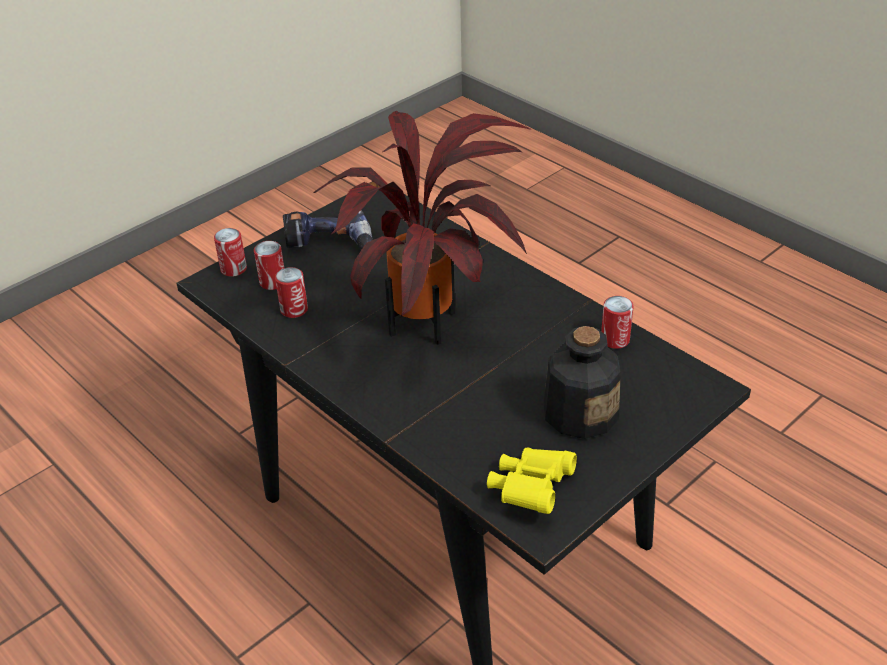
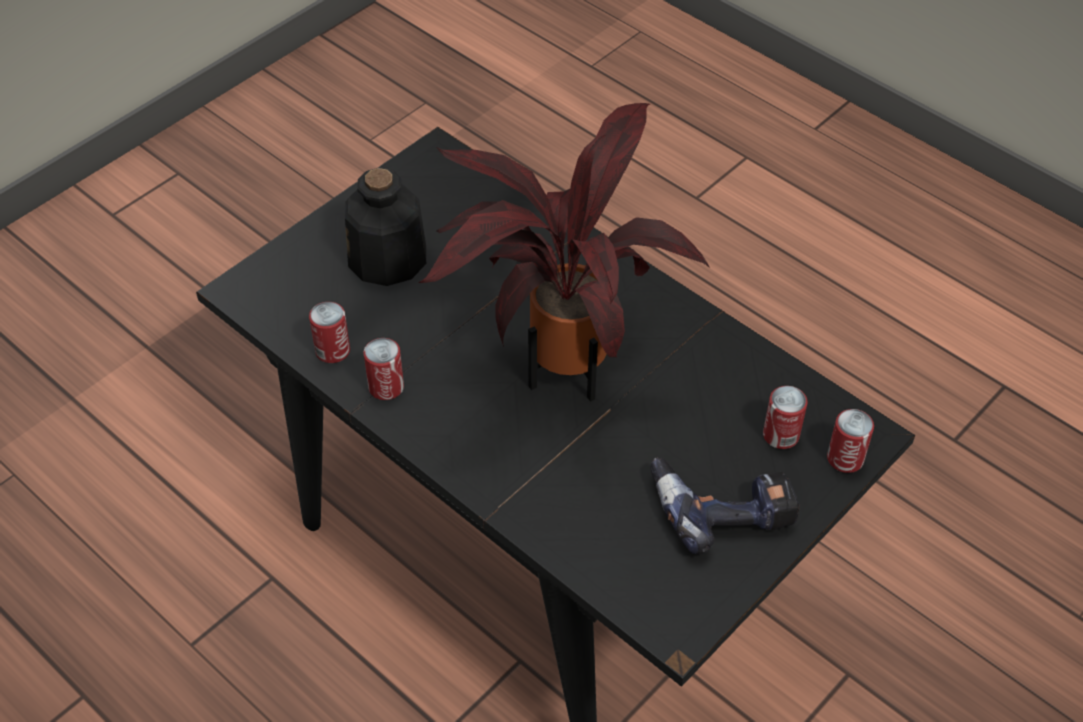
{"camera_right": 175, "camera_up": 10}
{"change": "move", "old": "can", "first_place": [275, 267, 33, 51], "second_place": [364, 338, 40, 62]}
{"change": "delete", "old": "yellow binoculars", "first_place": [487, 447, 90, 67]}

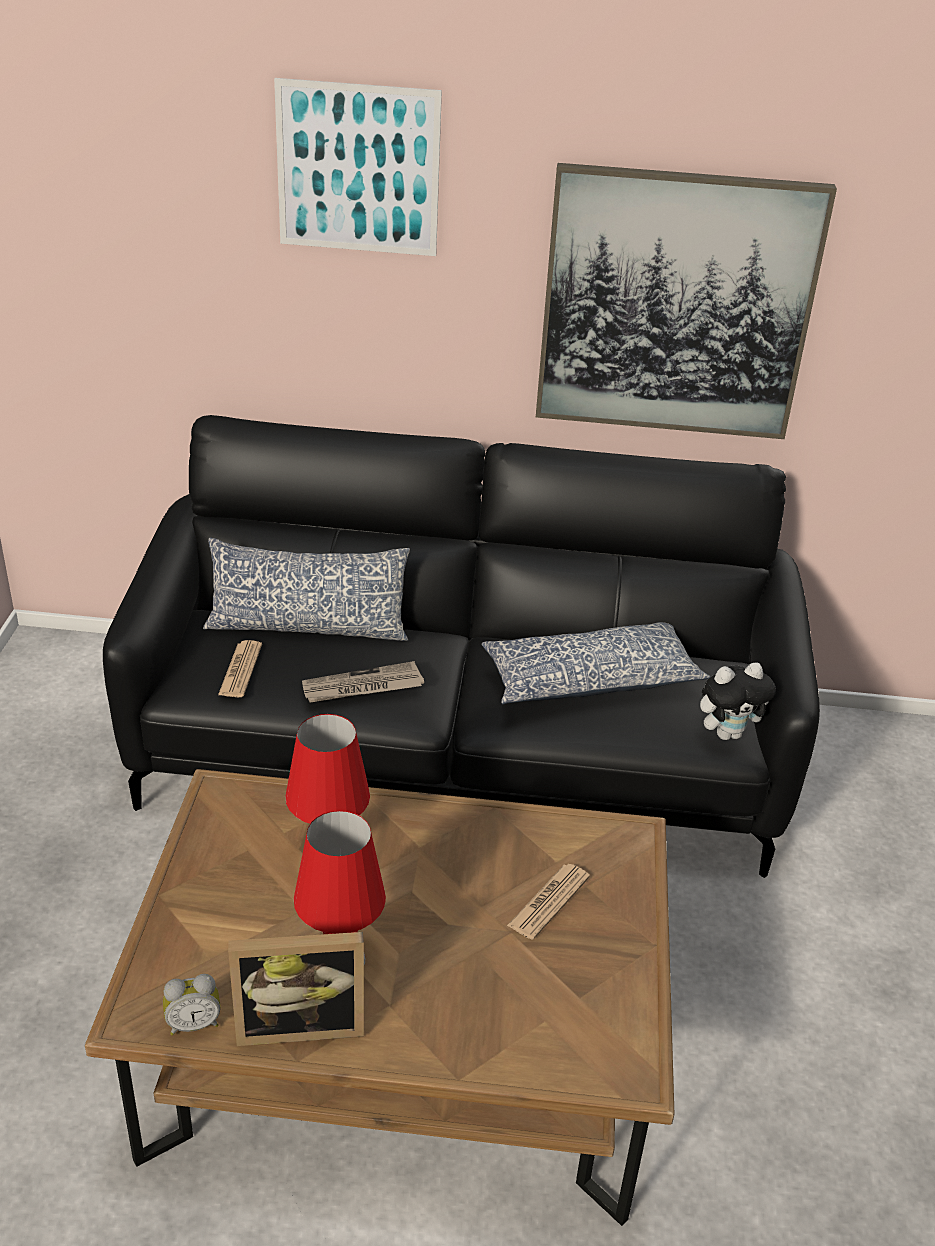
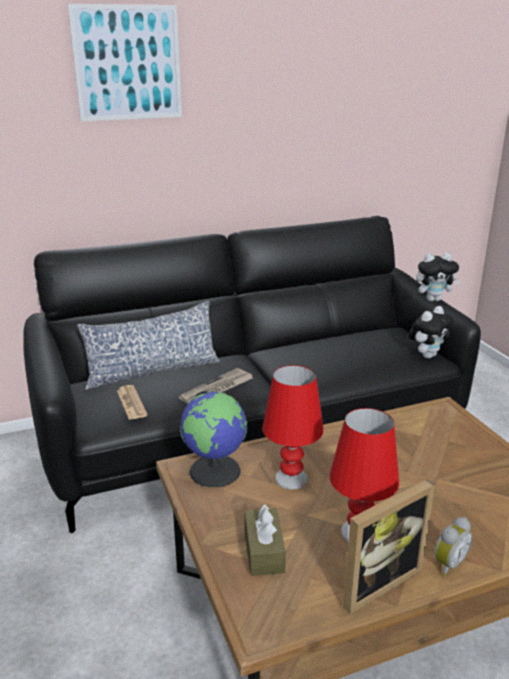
{"camera_right": -25, "camera_up": -10}
{"change": "move", "old": "alarm clock", "first_place": [163, 974, 57, 61], "second_place": [434, 517, 39, 59]}
{"change": "delete", "old": "pillow", "first_place": [482, 622, 228, 83]}
{"change": "delete", "old": "newspaper", "first_place": [507, 864, 83, 76]}
{"change": "delete", "old": "picture", "first_place": [536, 163, 301, 276]}
{"change": "insert", "new": "globe", "second_place": [180, 391, 67, 96]}
{"change": "insert", "new": "brown tissue box", "second_place": [244, 504, 42, 72]}
{"change": "insert", "new": "plush toy", "second_place": [416, 253, 44, 48]}

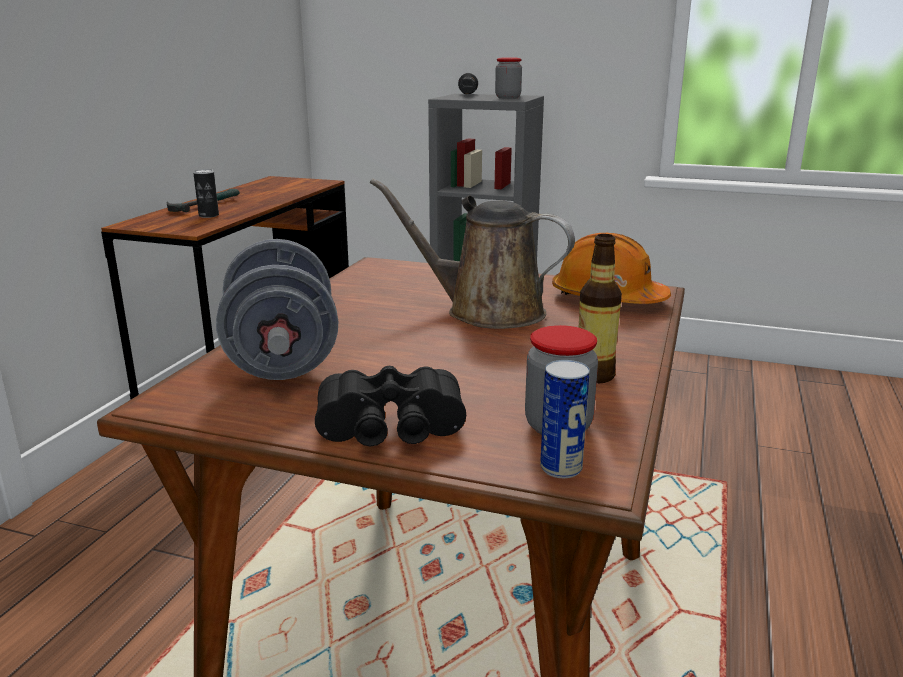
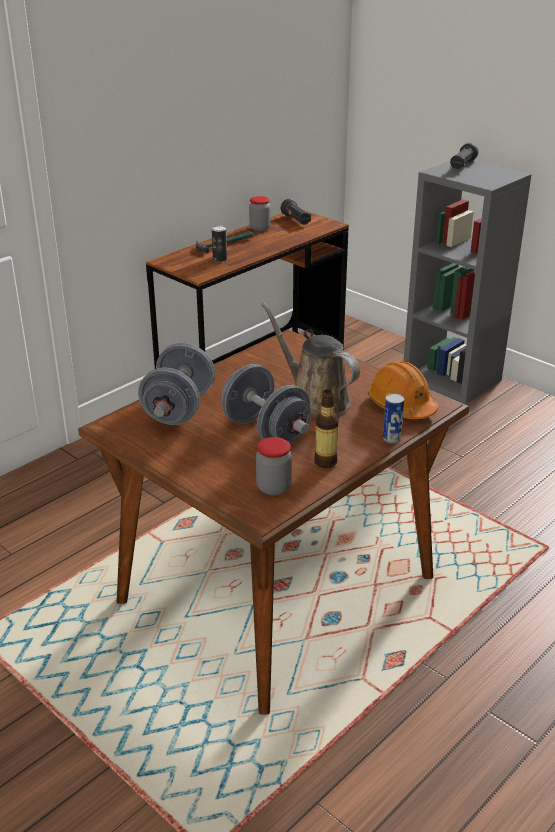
{"camera_right": 25, "camera_up": 10}
{"change": "delete", "old": "black binoculars", "first_place": [315, 366, 151, 81]}
{"change": "move", "old": "jar", "first_place": [495, 57, 27, 42], "second_place": [249, 196, 22, 35]}
{"change": "move", "old": "can", "first_place": [540, 360, 50, 118], "second_place": [383, 394, 21, 49]}
{"change": "insert", "new": "grey dumbbell", "second_place": [222, 364, 89, 79]}
{"change": "insert", "new": "black flashlight", "second_place": [281, 199, 30, 26]}

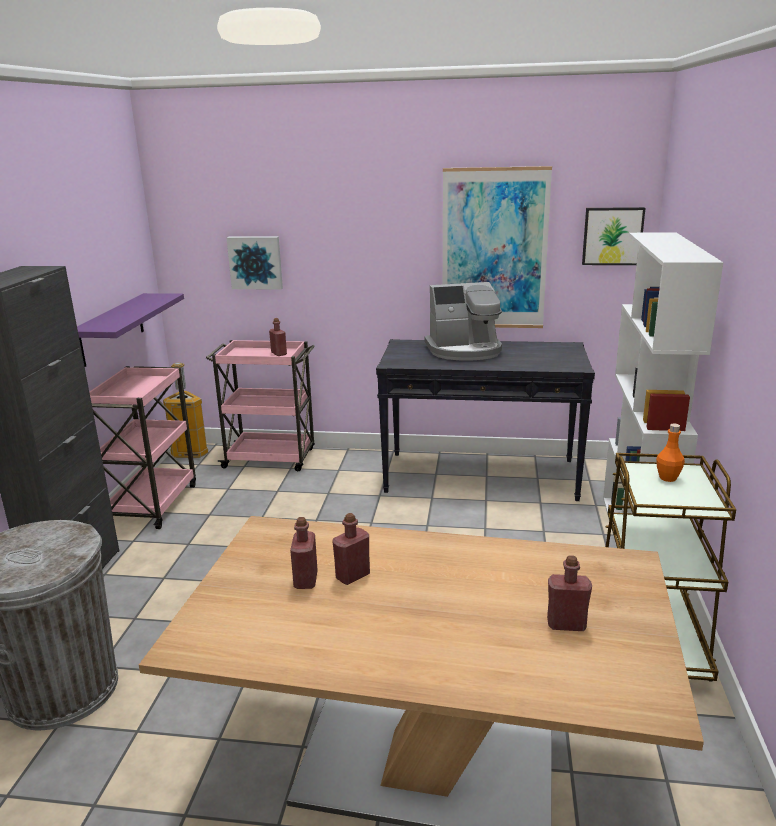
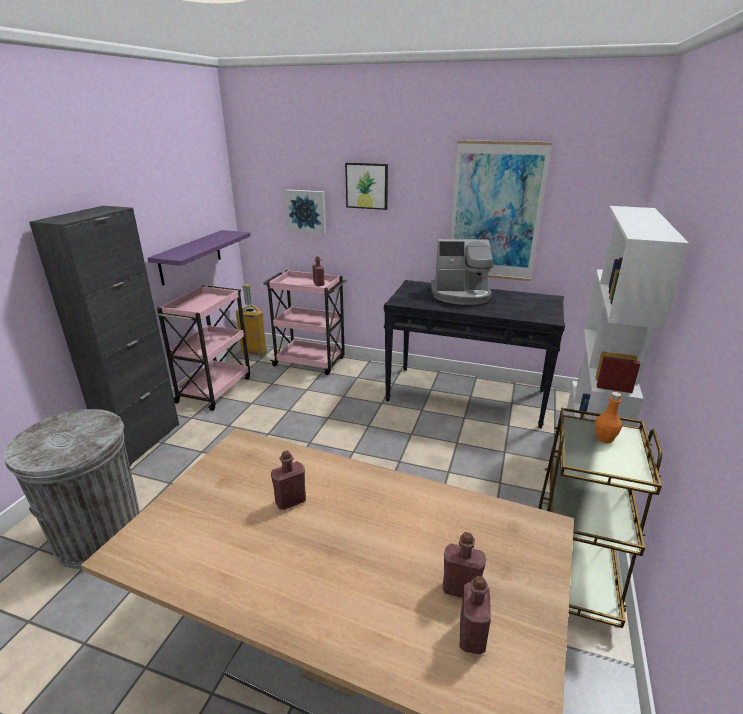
{"camera_right": 10, "camera_up": 5}
{"change": "move", "old": "red bottle", "first_place": [290, 517, 28, 72], "second_place": [460, 576, 31, 78]}
{"change": "move", "old": "picture", "first_place": [582, 207, 63, 58], "second_place": [345, 163, 43, 47]}

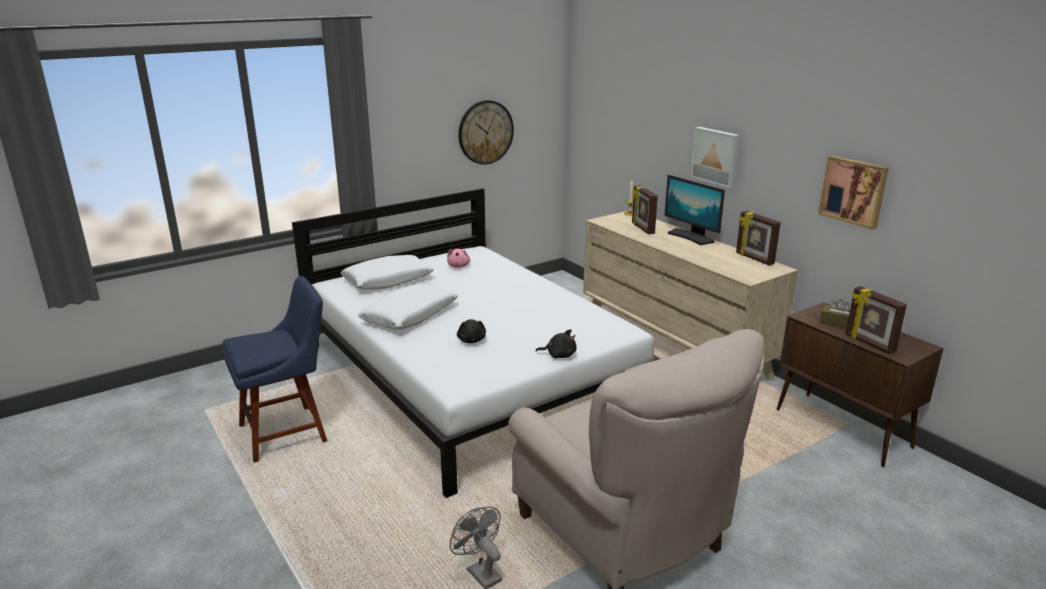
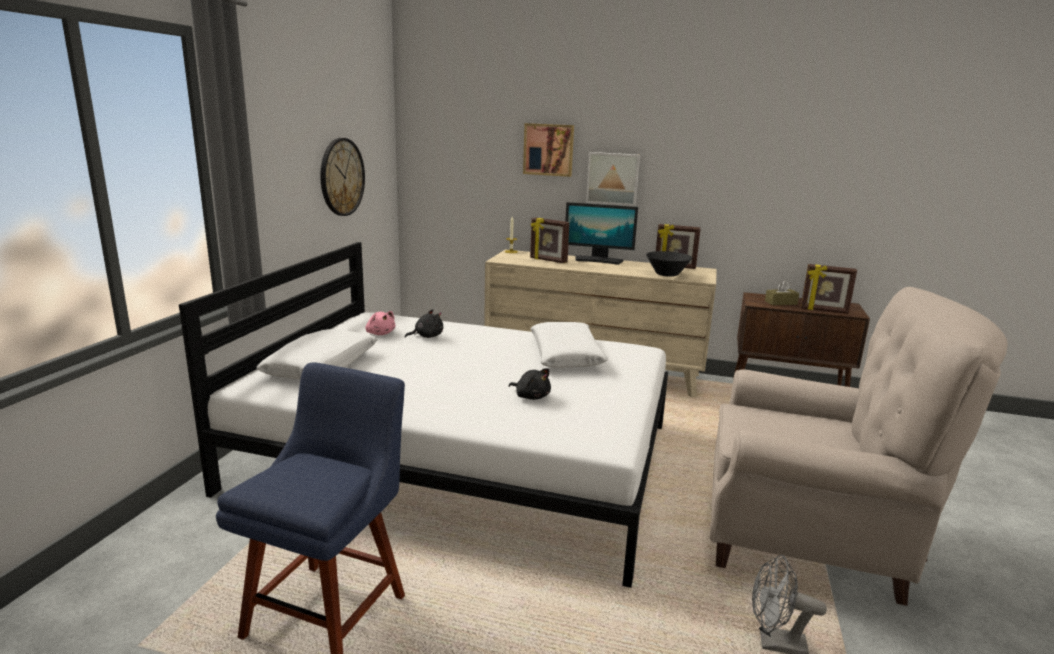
{"camera_right": -40, "camera_up": -5}
{"change": "move", "old": "white pillow", "first_place": [358, 284, 100, 45], "second_place": [531, 322, 77, 46]}
{"change": "move", "old": "black plush toy", "first_place": [536, 329, 41, 29], "second_place": [405, 309, 38, 29]}
{"change": "move", "old": "picture", "first_place": [818, 156, 71, 74], "second_place": [523, 123, 51, 54]}
{"change": "insert", "new": "black bowl", "second_place": [646, 251, 46, 26]}

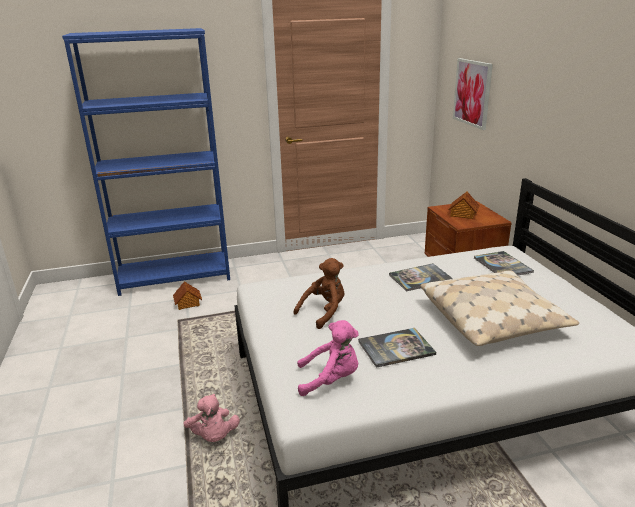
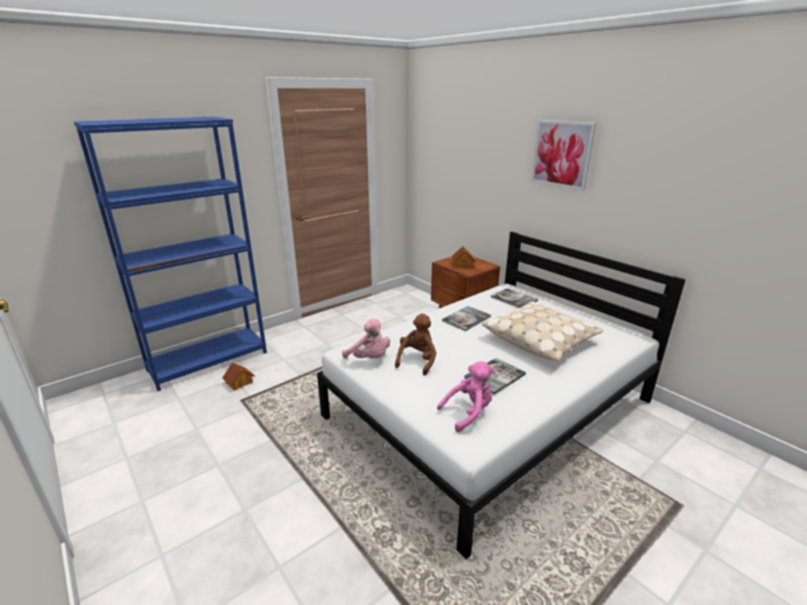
{"camera_right": -25, "camera_up": 0}
{"change": "move", "old": "pink plush toy", "first_place": [183, 394, 57, 48], "second_place": [342, 319, 48, 40]}
{"change": "move", "old": "picture", "first_place": [453, 58, 40, 72], "second_place": [531, 120, 65, 71]}

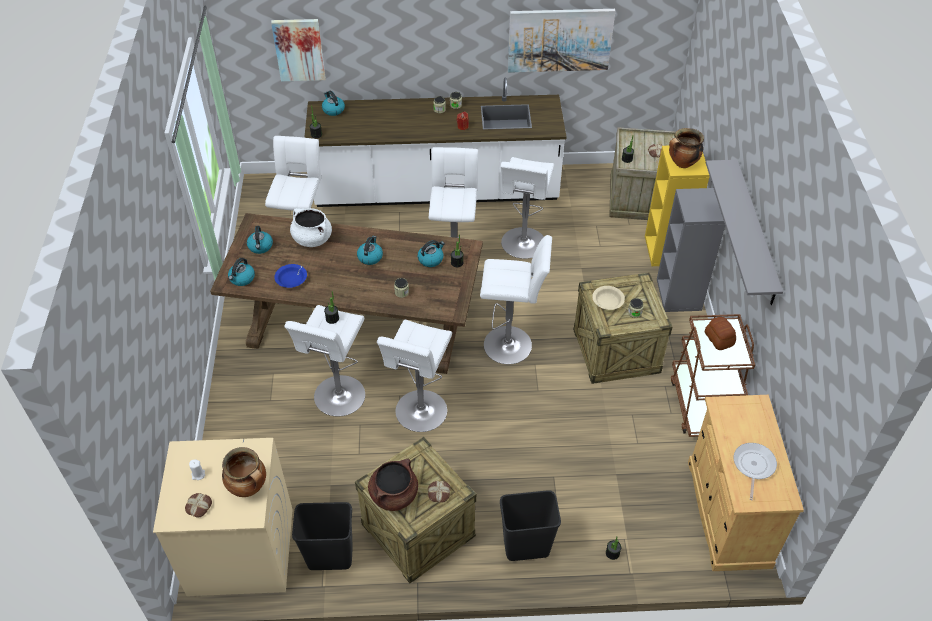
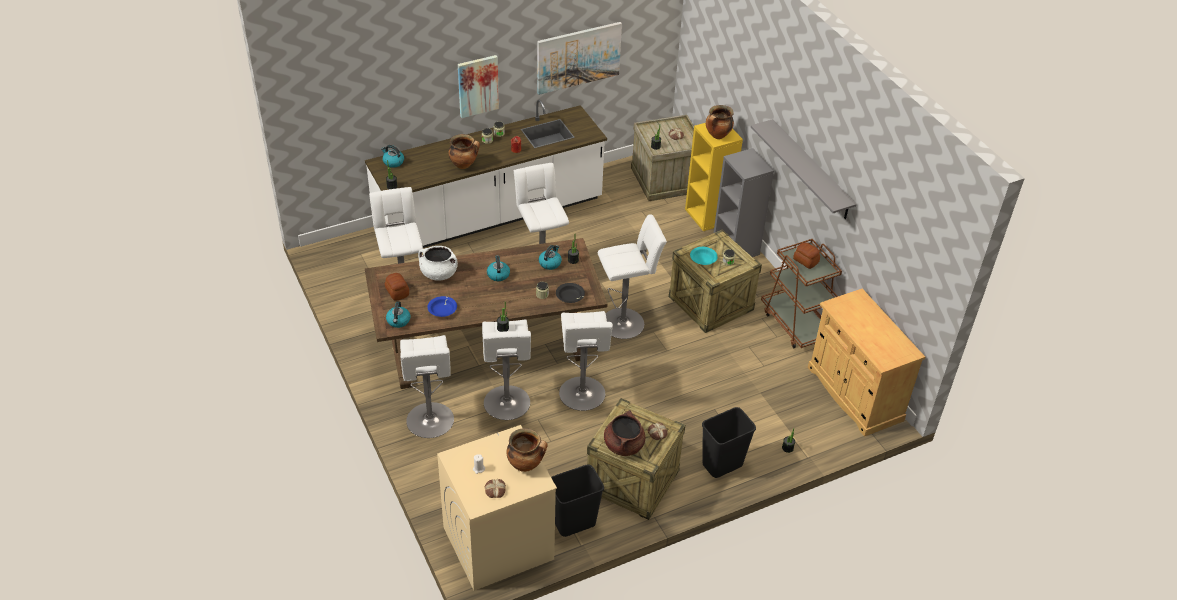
{"camera_right": -25, "camera_up": -5}
{"change": "replace", "old": "kettle", "new": "bread", "first_place": [247, 226, 26, 28], "second_place": [385, 273, 24, 27]}
{"change": "move", "old": "picture", "first_place": [271, 19, 55, 62], "second_place": [458, 55, 41, 63]}
{"change": "move", "old": "white stool", "first_place": [501, 157, 53, 102], "second_place": [400, 335, 54, 103]}
{"change": "recolor", "old": "beige bowl", "new": "turquoise bowl", "first_place": [592, 286, 33, 24], "second_place": [690, 247, 28, 18]}
{"change": "delete", "old": "frying pan", "first_place": [734, 443, 43, 57]}
{"change": "insert", "new": "cooking pot", "second_place": [448, 134, 32, 35]}
{"change": "insert", "new": "black bowl", "second_place": [556, 283, 29, 20]}

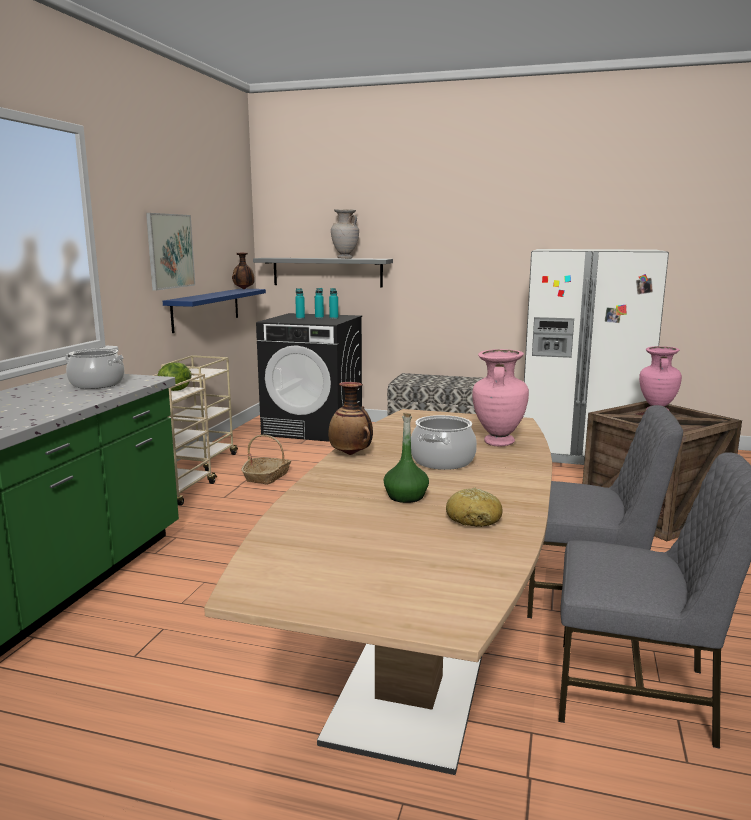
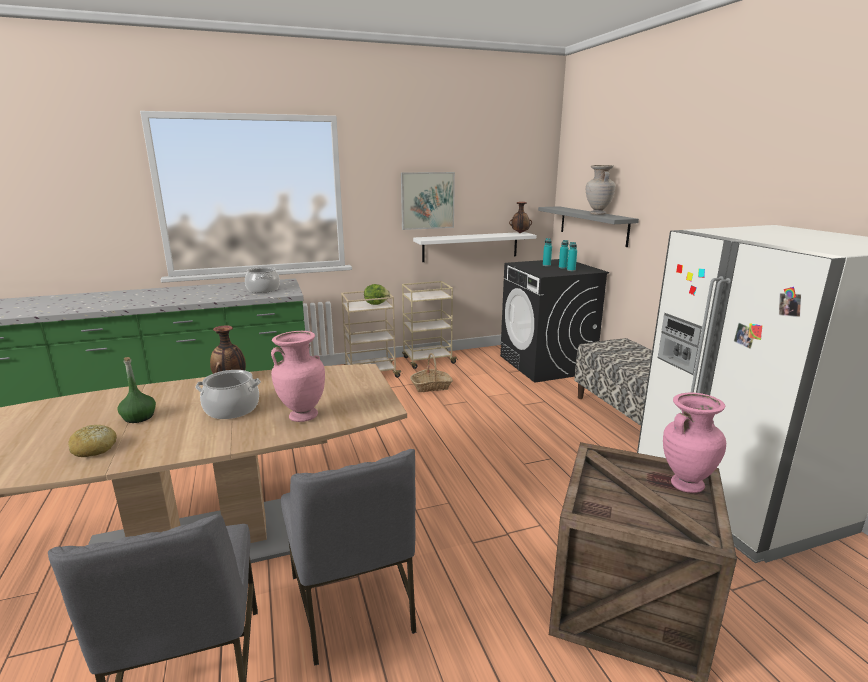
{"camera_right": 55, "camera_up": 5}
{"change": "recolor", "old": "blue shelf", "new": "white shelf", "first_place": [163, 288, 103, 45], "second_place": [413, 232, 123, 30]}

